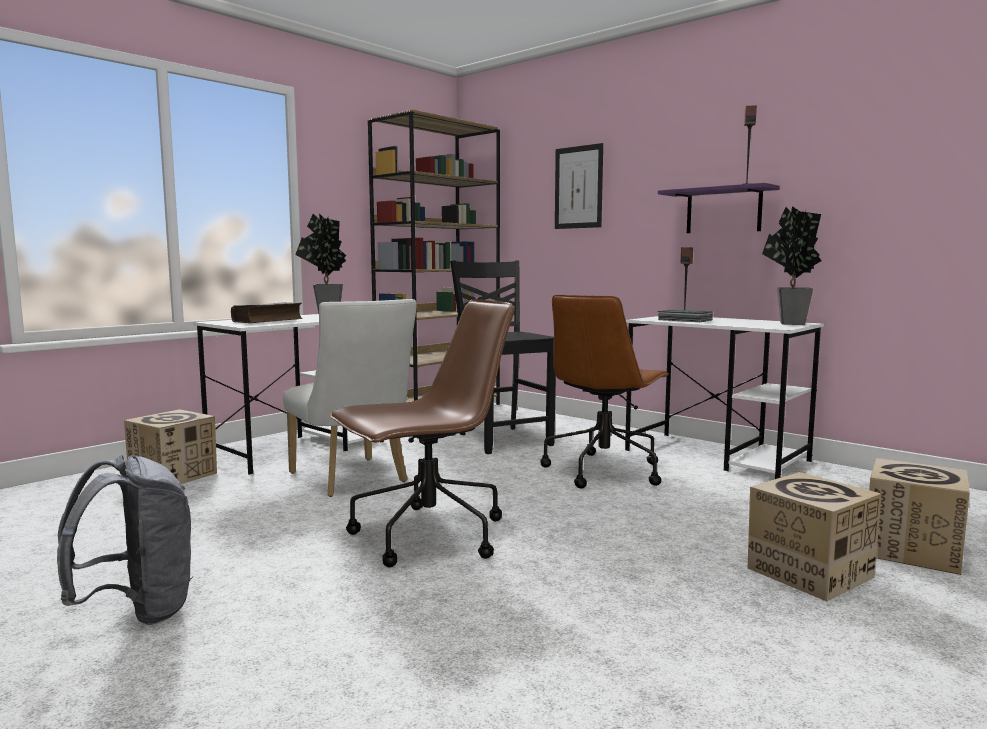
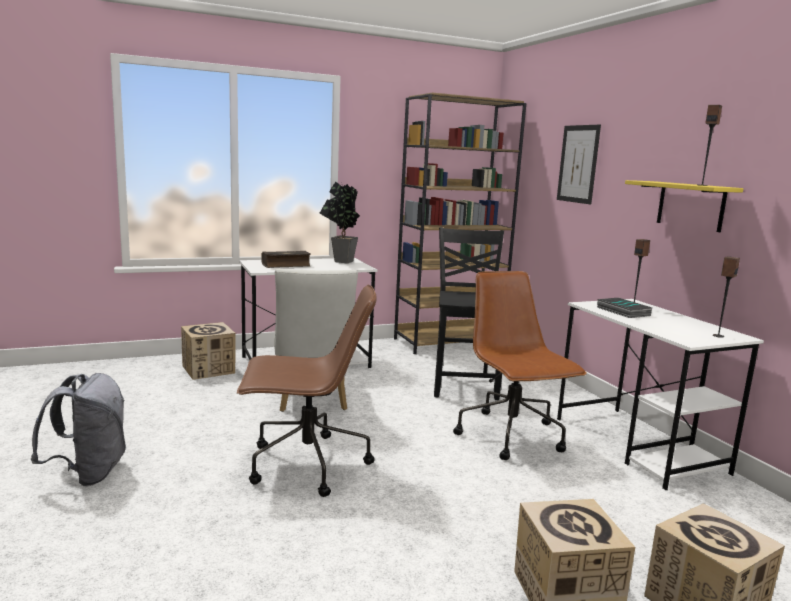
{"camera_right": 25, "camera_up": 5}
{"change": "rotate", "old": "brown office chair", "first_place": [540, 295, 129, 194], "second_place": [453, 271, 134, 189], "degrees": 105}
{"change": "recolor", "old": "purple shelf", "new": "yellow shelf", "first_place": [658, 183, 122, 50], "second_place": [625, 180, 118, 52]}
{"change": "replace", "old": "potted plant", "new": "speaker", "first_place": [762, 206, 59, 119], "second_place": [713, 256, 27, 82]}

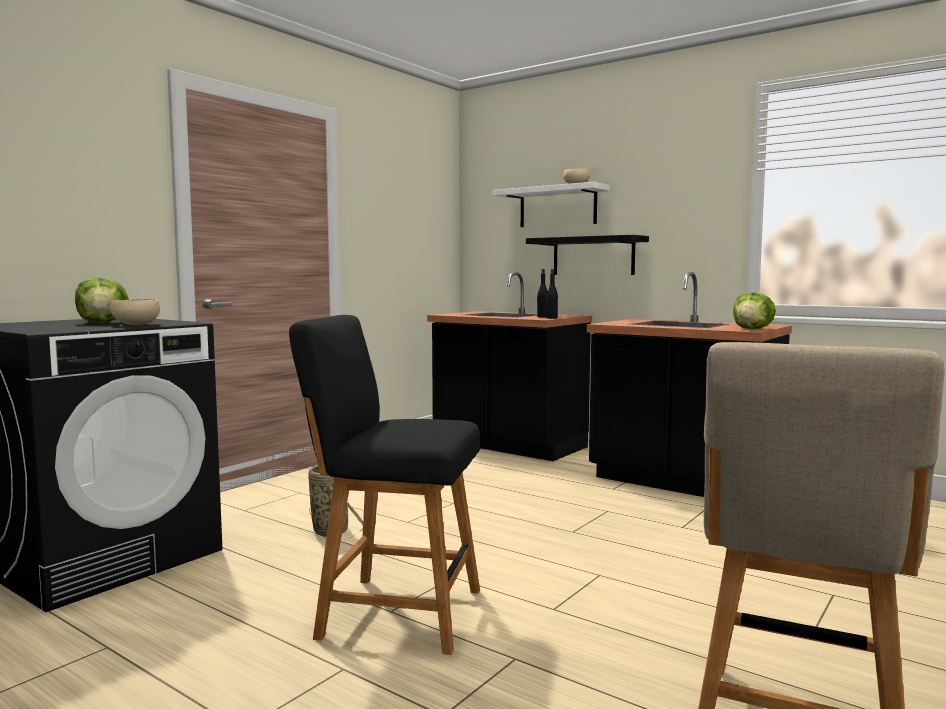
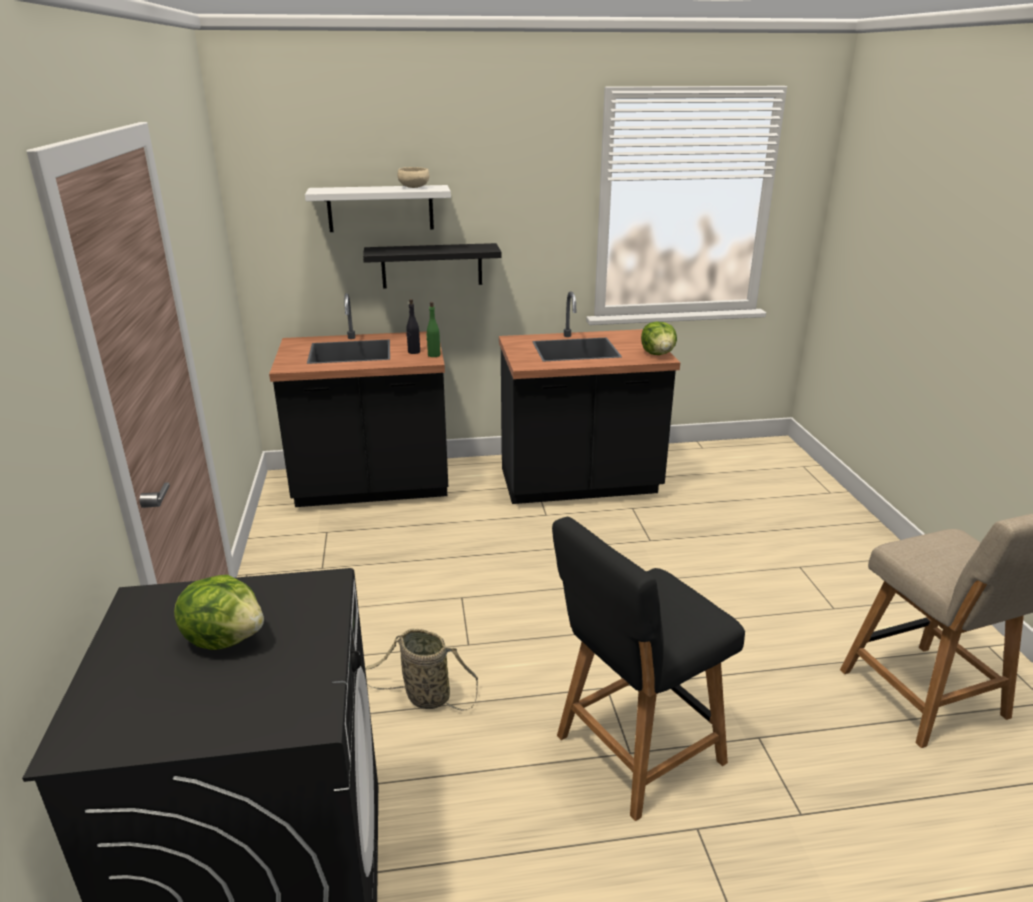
{"camera_right": -45, "camera_up": 20}
{"change": "delete", "old": "beige bowl", "first_place": [110, 299, 50, 26]}
{"change": "recolor", "old": "black bottle", "new": "green bottle", "first_place": [546, 269, 12, 50], "second_place": [426, 302, 14, 55]}

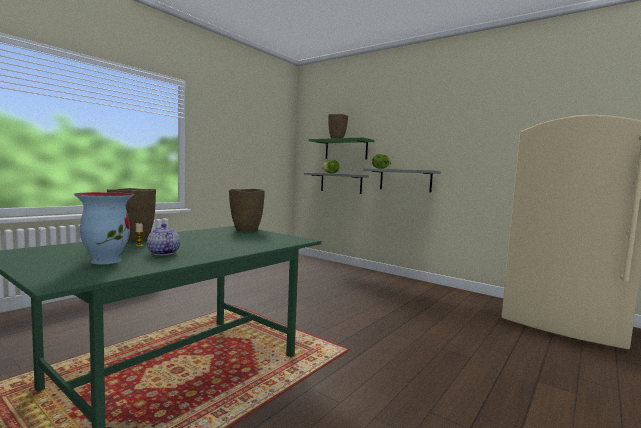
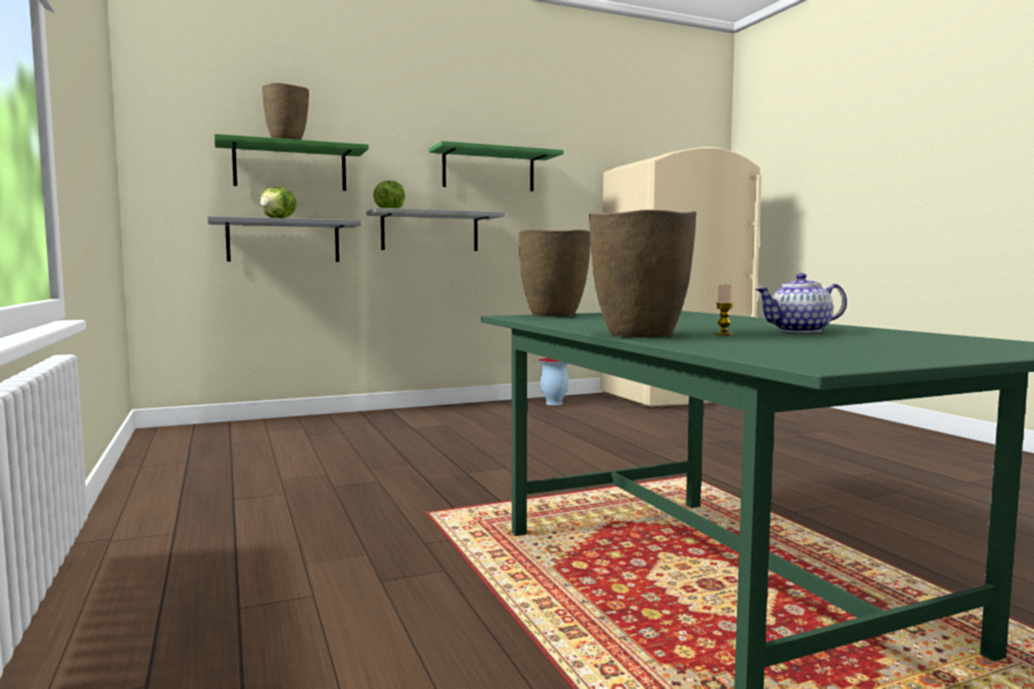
{"camera_right": -60, "camera_up": 0}
{"change": "move", "old": "vase", "first_place": [74, 192, 60, 73], "second_place": [538, 358, 31, 47]}
{"change": "insert", "new": "green shelf", "second_place": [429, 141, 134, 50]}

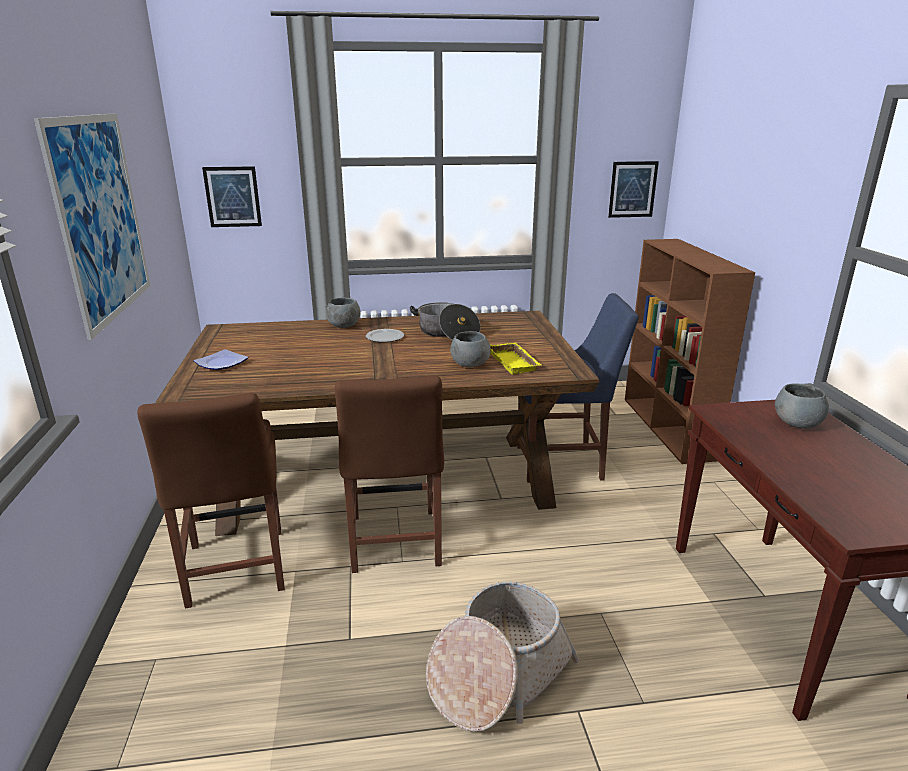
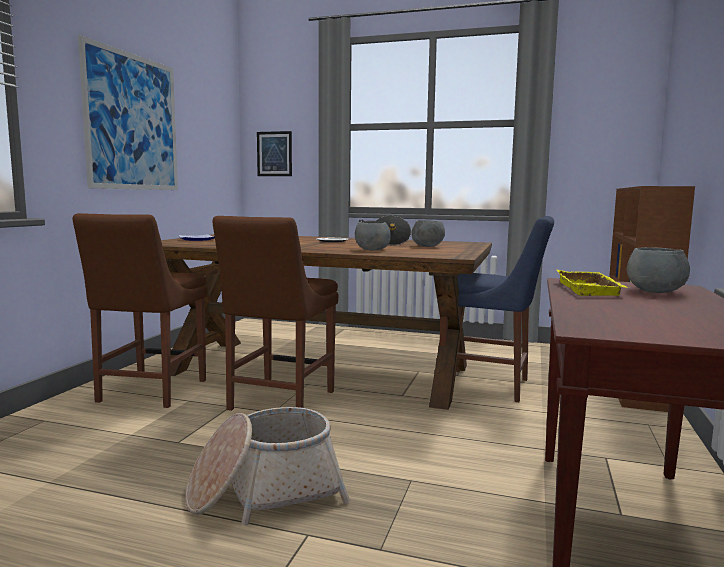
{"camera_right": 25, "camera_up": -15}
{"change": "move", "old": "grey bowl", "first_place": [326, 298, 34, 30], "second_place": [412, 220, 33, 27]}
{"change": "move", "old": "yellow tray", "first_place": [490, 342, 51, 33], "second_place": [557, 270, 72, 26]}
{"change": "delete", "old": "picture", "first_place": [608, 161, 51, 57]}

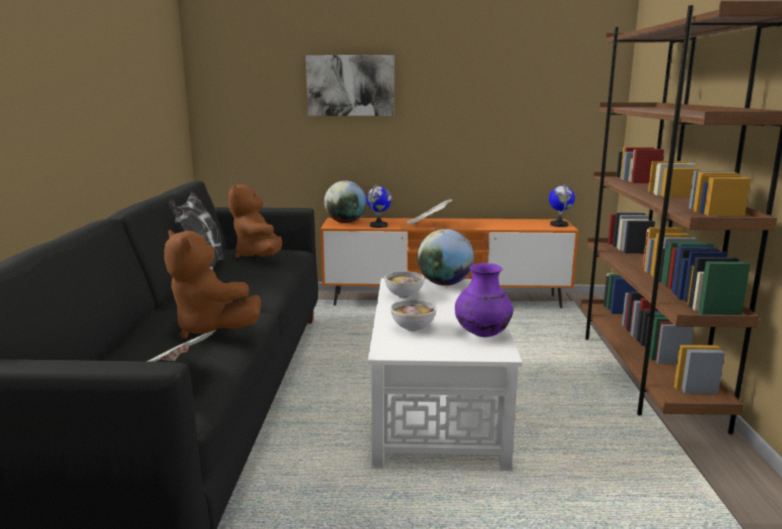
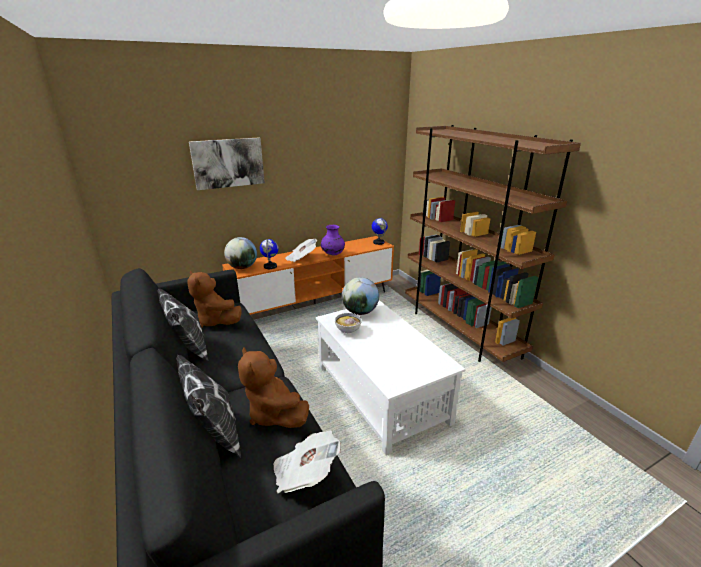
{"camera_right": -30, "camera_up": 10}
{"change": "rotate", "old": "brown plush toy", "first_place": [164, 230, 97, 109], "second_place": [238, 347, 71, 81], "degrees": 45}
{"change": "delete", "old": "bowl", "first_place": [390, 300, 47, 31]}
{"change": "move", "old": "purple vase", "first_place": [455, 263, 58, 74], "second_place": [321, 225, 24, 30]}
{"change": "insert", "new": "pillow", "second_place": [176, 355, 65, 102]}

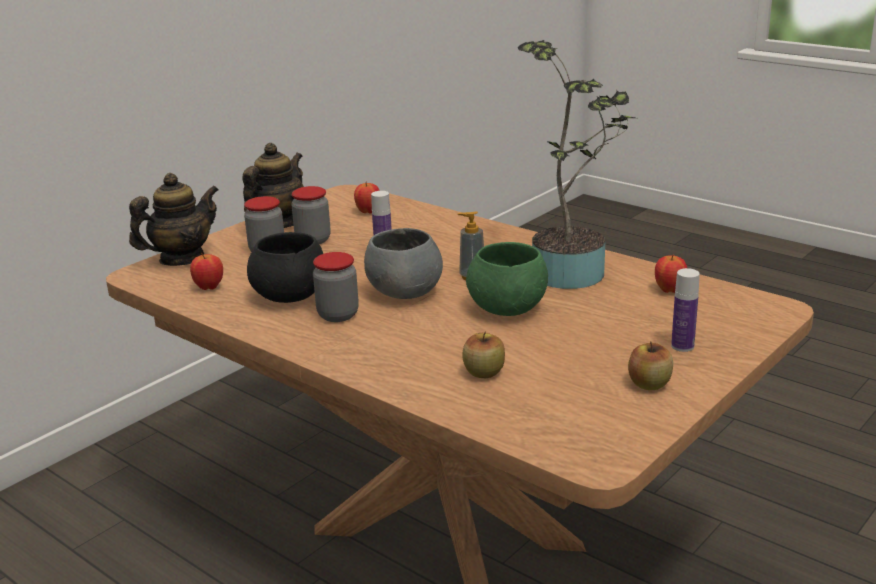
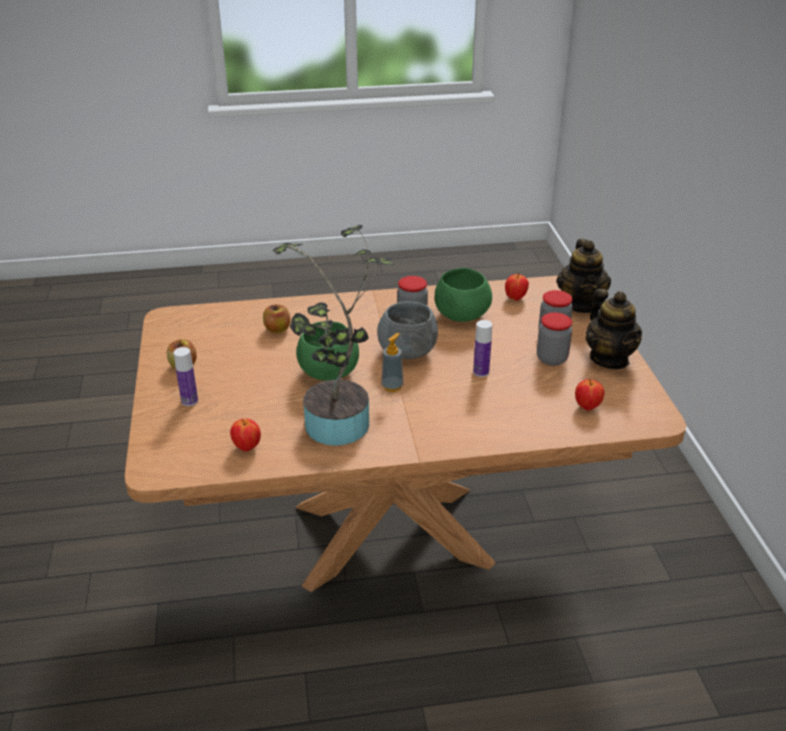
{"camera_right": 130, "camera_up": 10}
{"change": "recolor", "old": "black bowl", "new": "green bowl", "first_place": [247, 232, 76, 71], "second_place": [435, 268, 57, 54]}

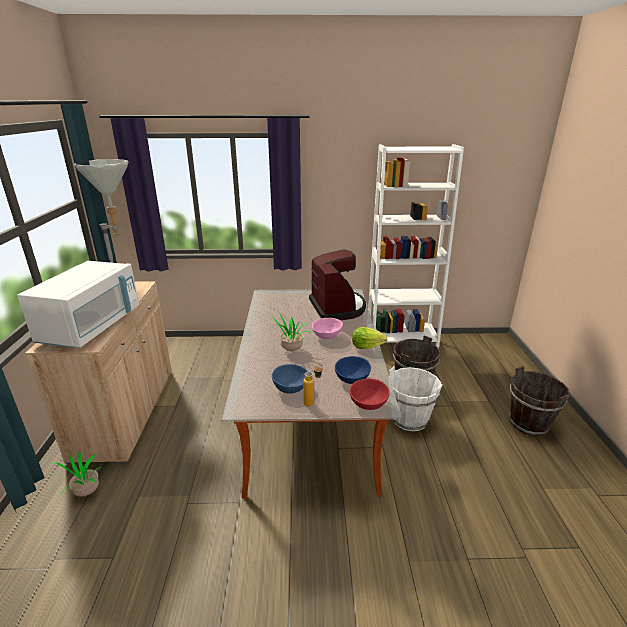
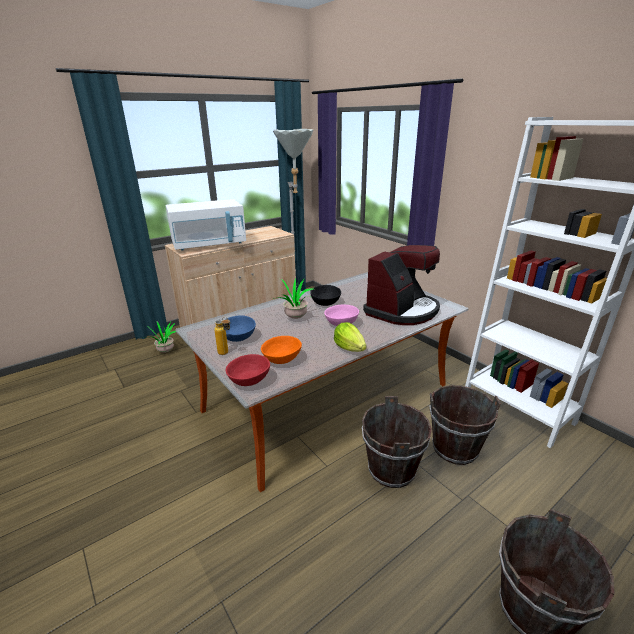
{"camera_right": 55, "camera_up": 0}
{"change": "recolor", "old": "blue bowl", "new": "orange bowl", "first_place": [335, 356, 36, 28], "second_place": [261, 336, 41, 28]}
{"change": "recolor", "old": "white bucket", "new": "brown bucket", "first_place": [389, 366, 54, 65], "second_place": [362, 396, 70, 92]}
{"change": "insert", "new": "black bowl", "second_place": [310, 285, 31, 21]}

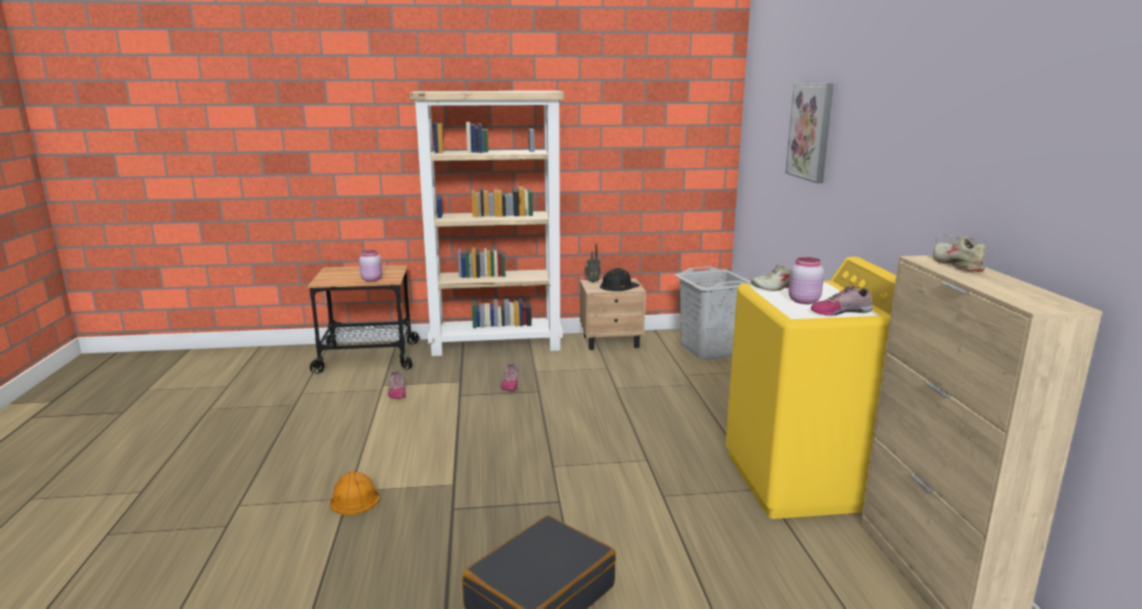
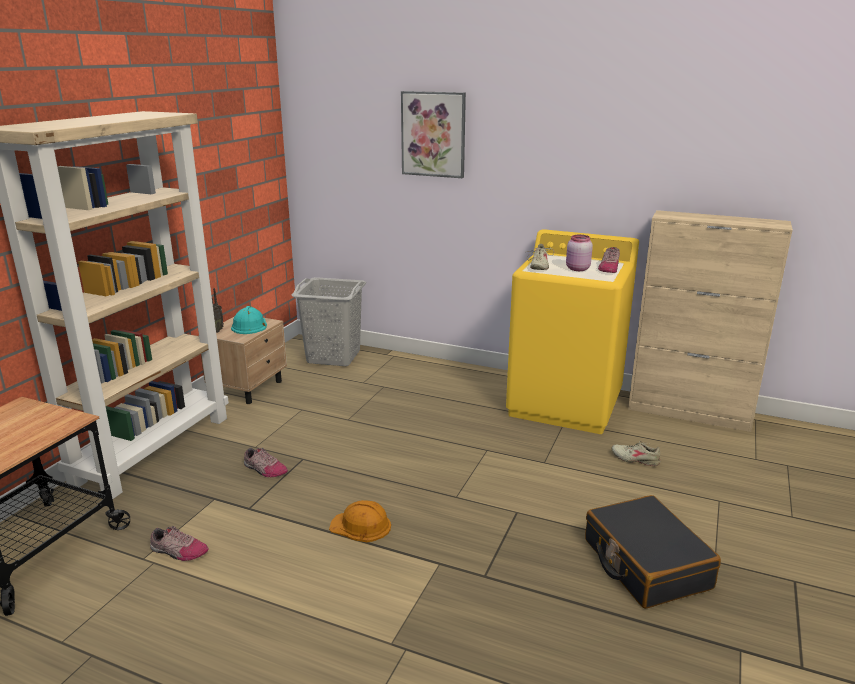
{"camera_right": -60, "camera_up": 5}
{"change": "move", "old": "orange hard hat", "first_place": [330, 471, 50, 44], "second_place": [329, 500, 62, 42]}
{"change": "delete", "old": "pink jar", "first_place": [359, 250, 23, 32]}
{"change": "recolor", "old": "black hard hat", "new": "turquoise hard hat", "first_place": [600, 268, 39, 23], "second_place": [231, 306, 36, 28]}
{"change": "move", "old": "beige shoe", "first_place": [933, 234, 60, 38], "second_place": [611, 441, 50, 25]}

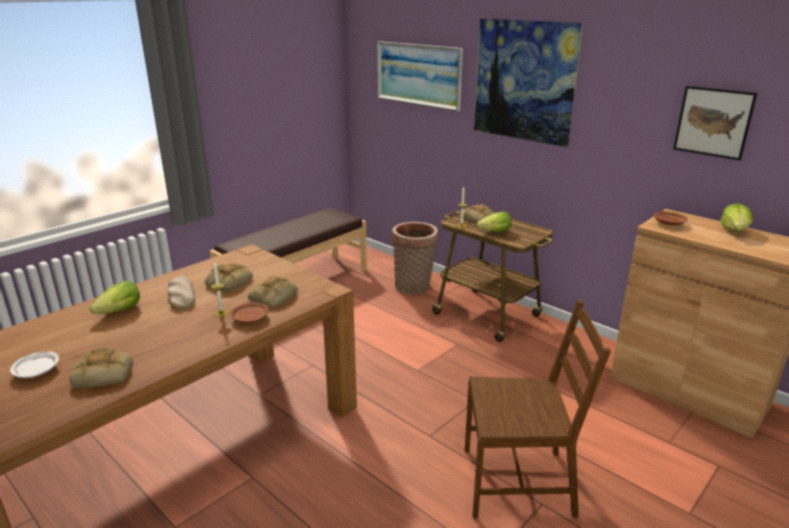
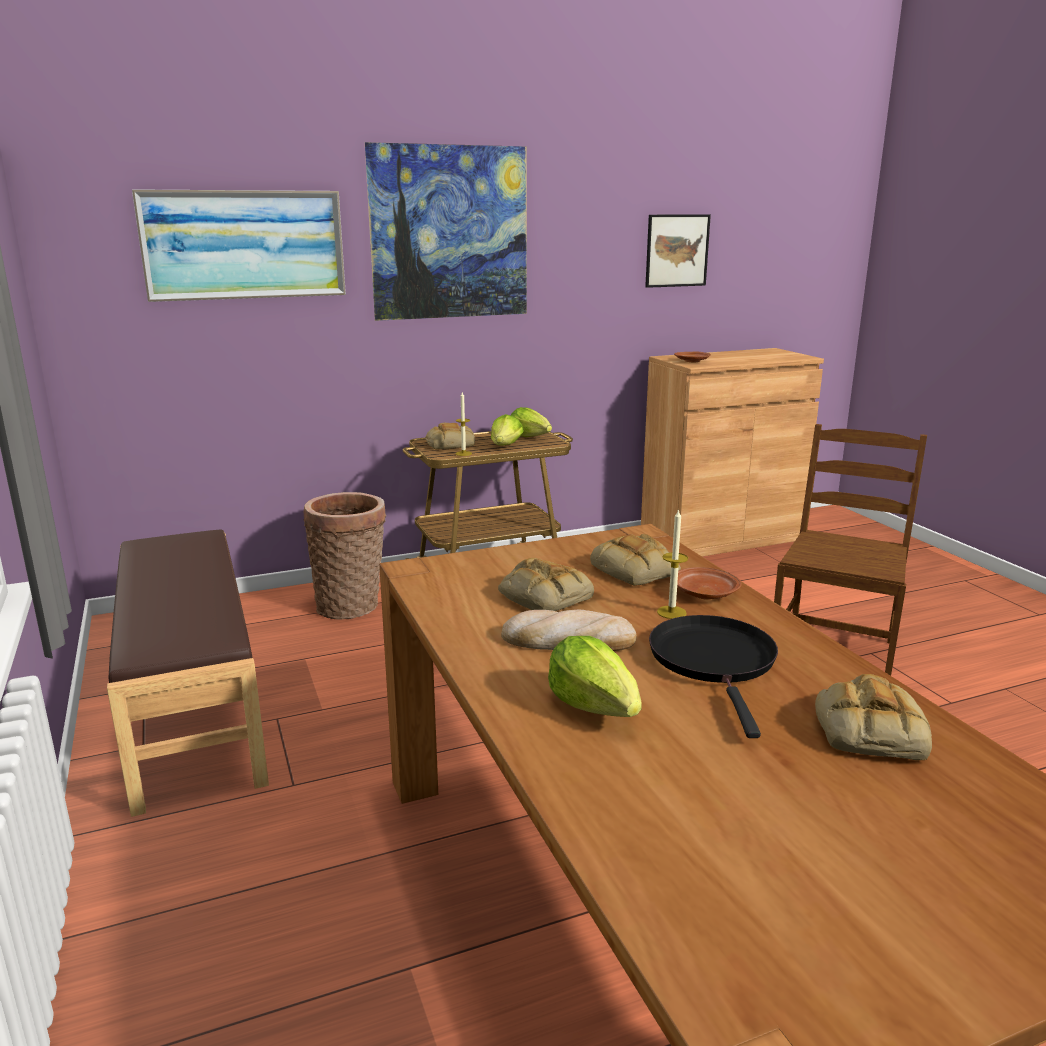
{"camera_right": -65, "camera_up": -5}
{"change": "delete", "old": "white plate", "first_place": [10, 351, 49, 27]}
{"change": "move", "old": "lettuce", "first_place": [720, 203, 33, 29], "second_place": [511, 407, 41, 30]}
{"change": "insert", "new": "black frying pan", "second_place": [649, 615, 129, 123]}

